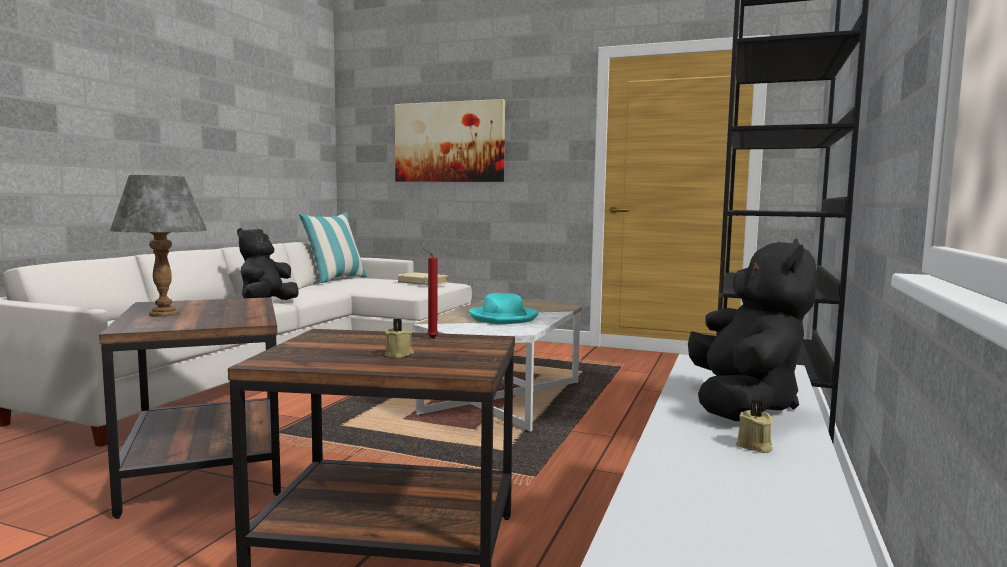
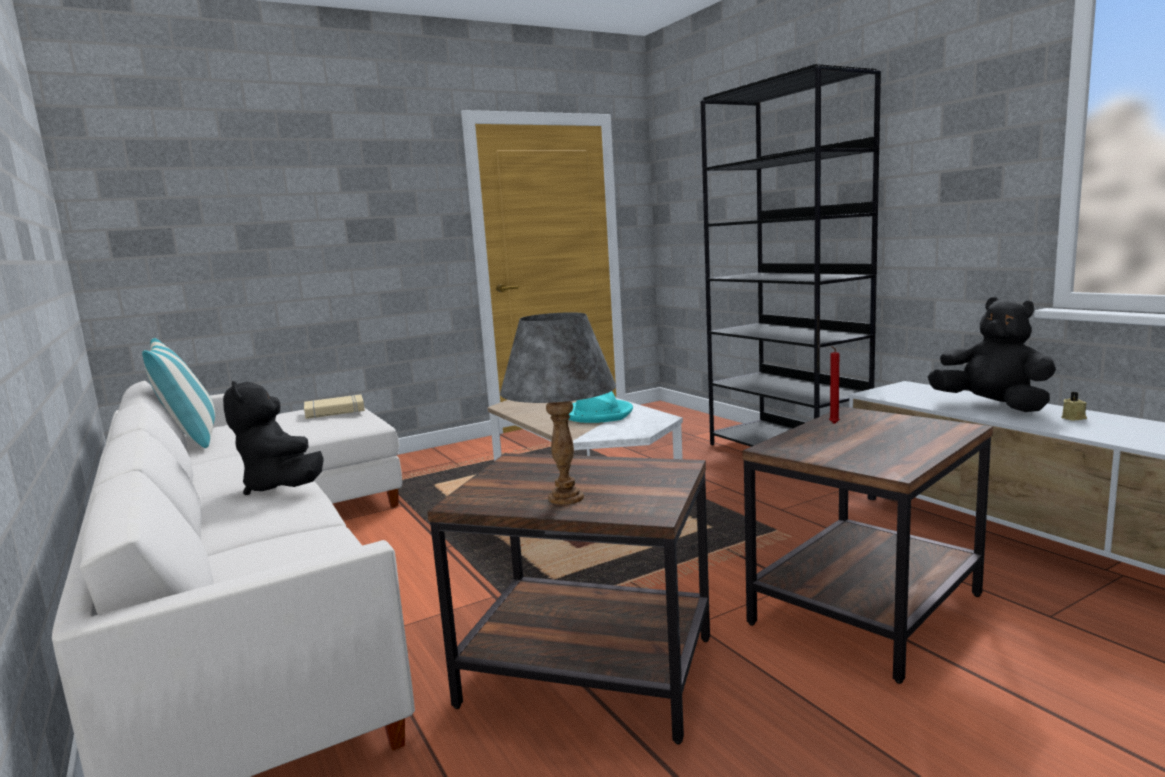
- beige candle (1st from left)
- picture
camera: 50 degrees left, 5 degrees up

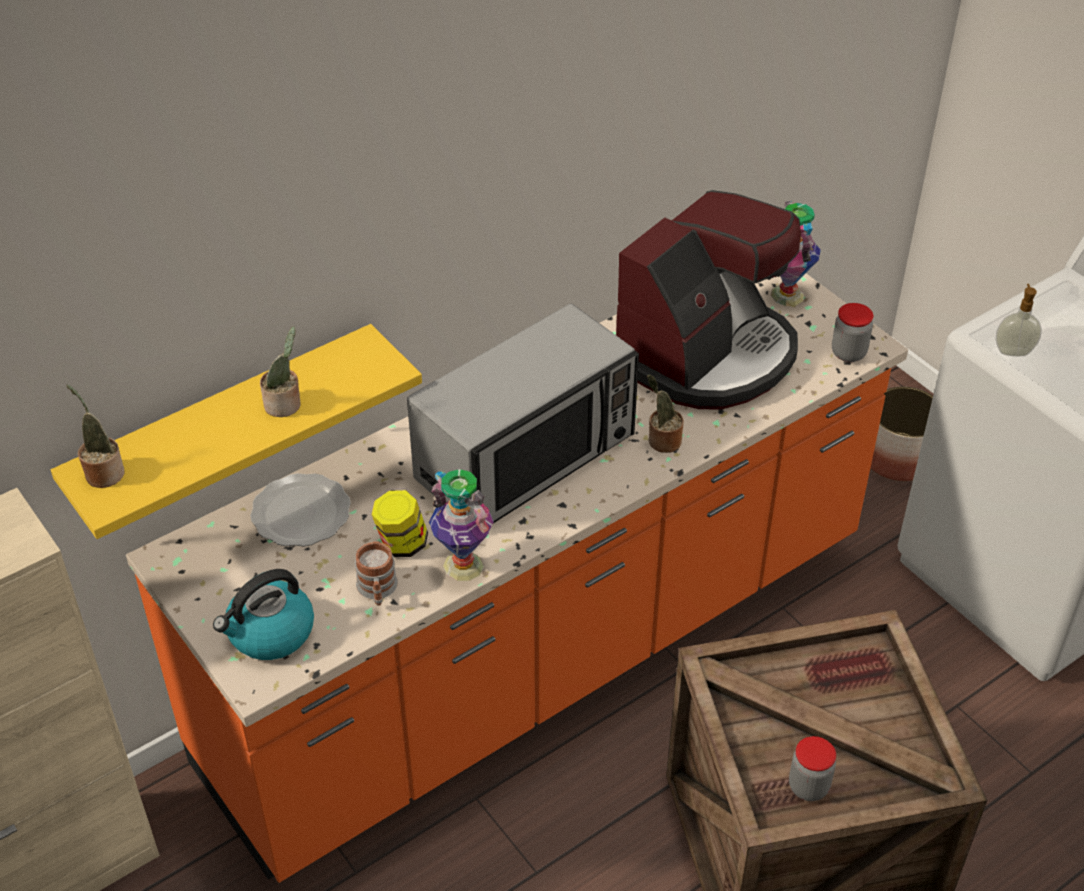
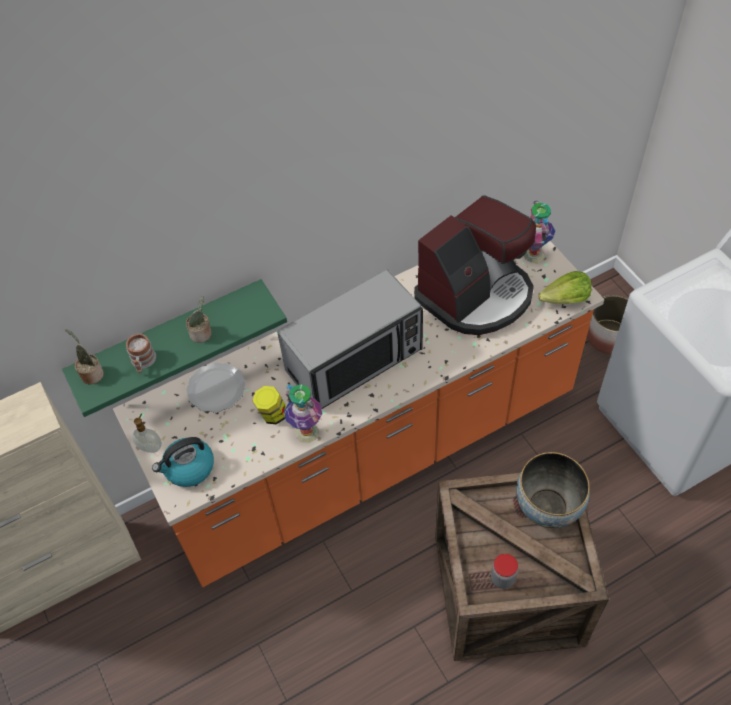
~ yellow-coloured shelf to green-coloured shelf
~ mug
- plant in a pot (3rd from left)
~ storage jar (3rd from left) to lettuce
~ soap dispenser
+ bowl
camera: 10 degrees right, 10 degrees up

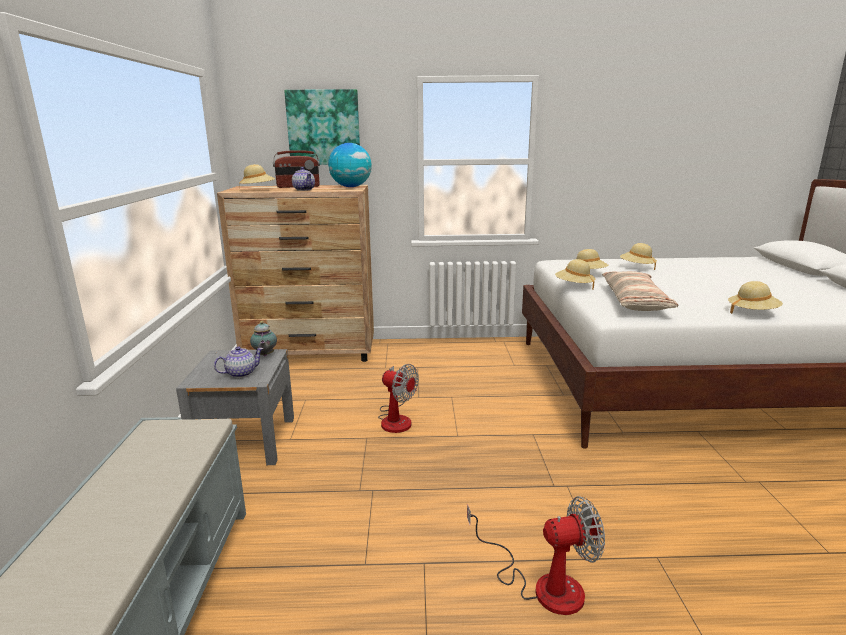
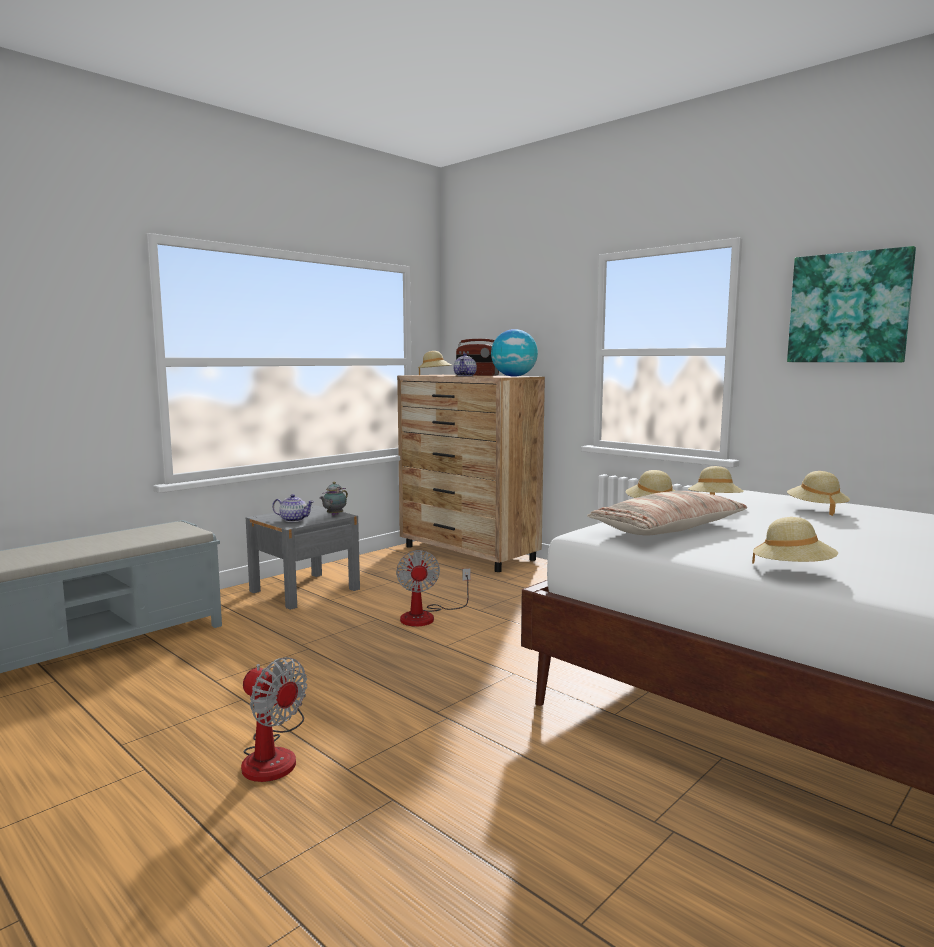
~ picture
camera: 45 degrees right, 10 degrees down

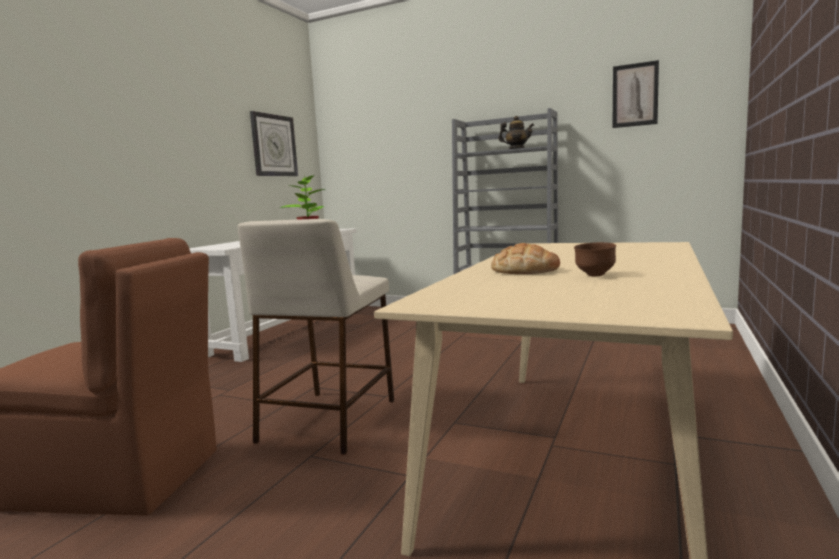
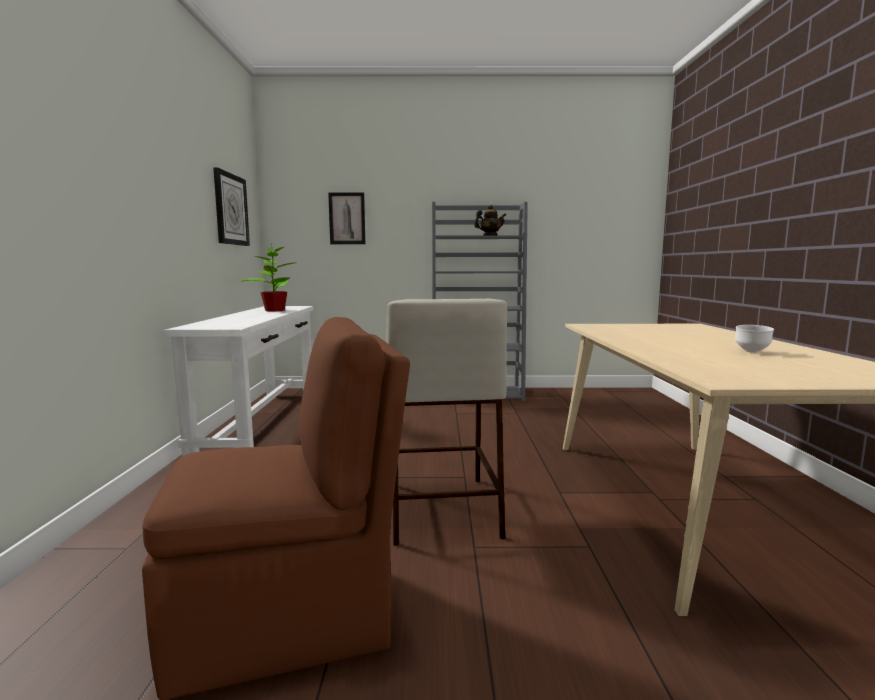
- bread
~ brown bowl to whitish bowl
~ picture
camera: 25 degrees left, 0 degrees up

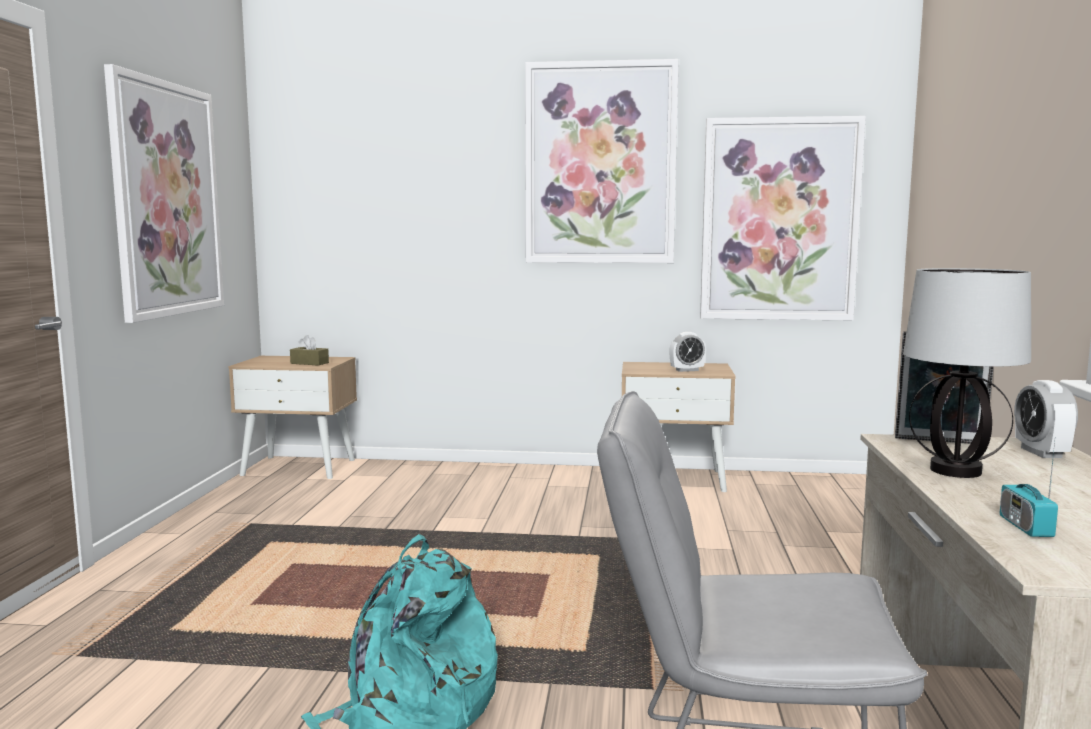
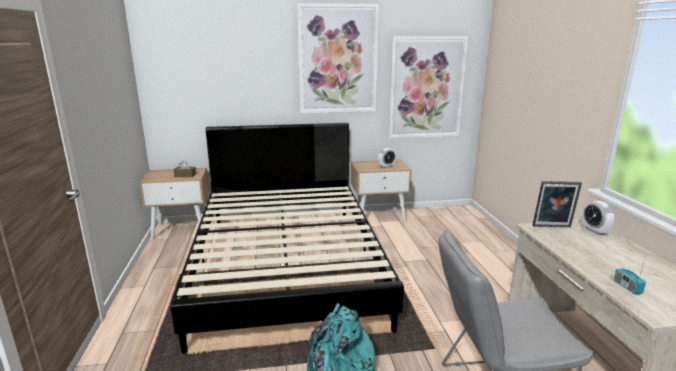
- picture (1st from left)
- lamp for a table
+ blackish sleeping bed
camera: 15 degrees left, 10 degrees up

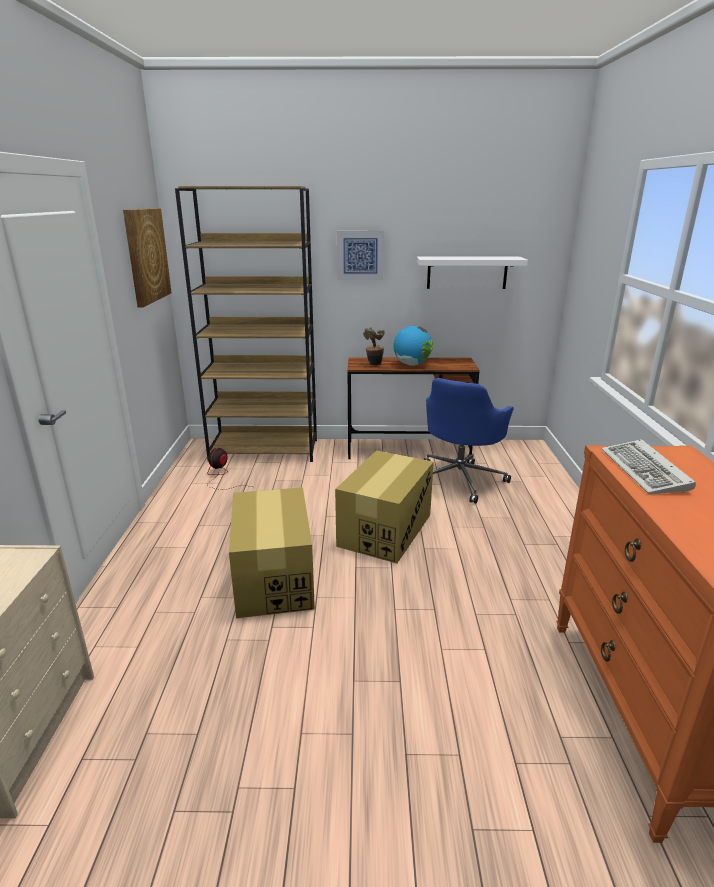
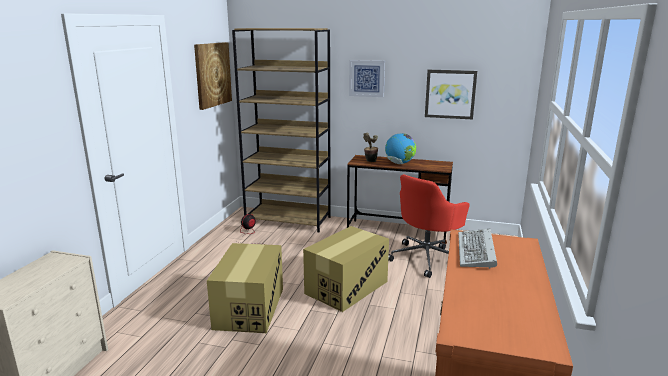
~ whitish shelf to picture (3rd from left)
~ blue-coloured desk chair to reddish desk chair
camera: 15 degrees right, 5 degrees down

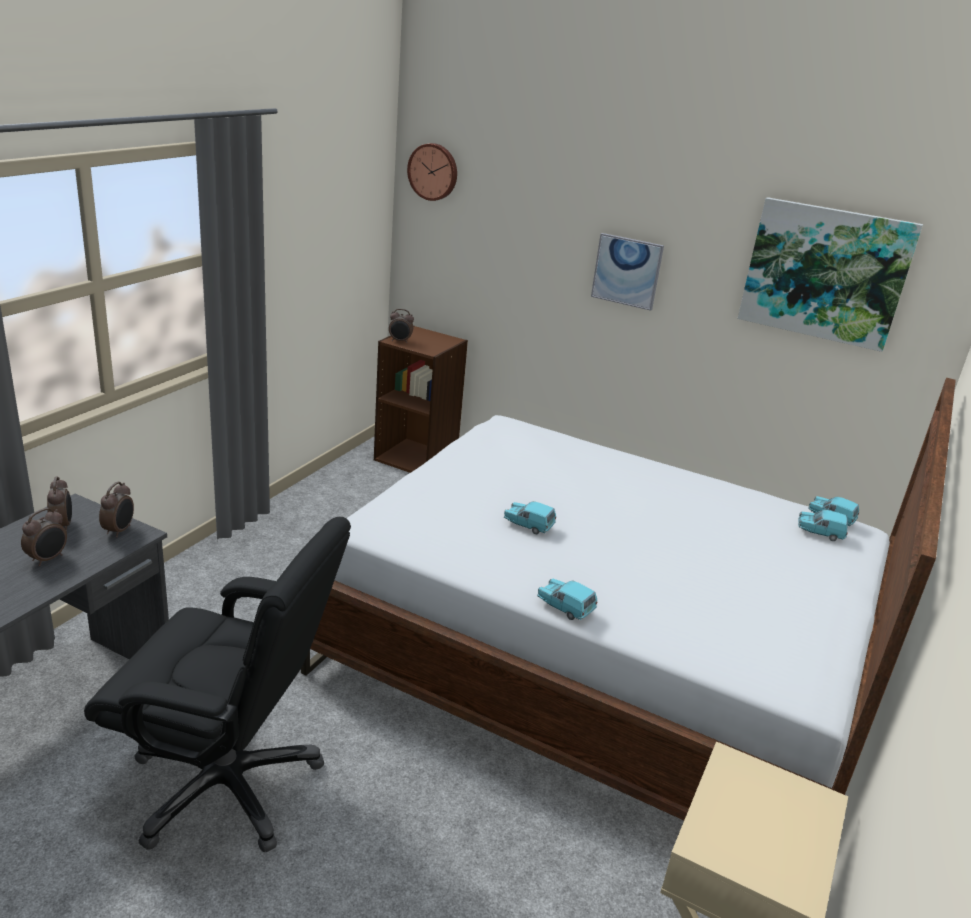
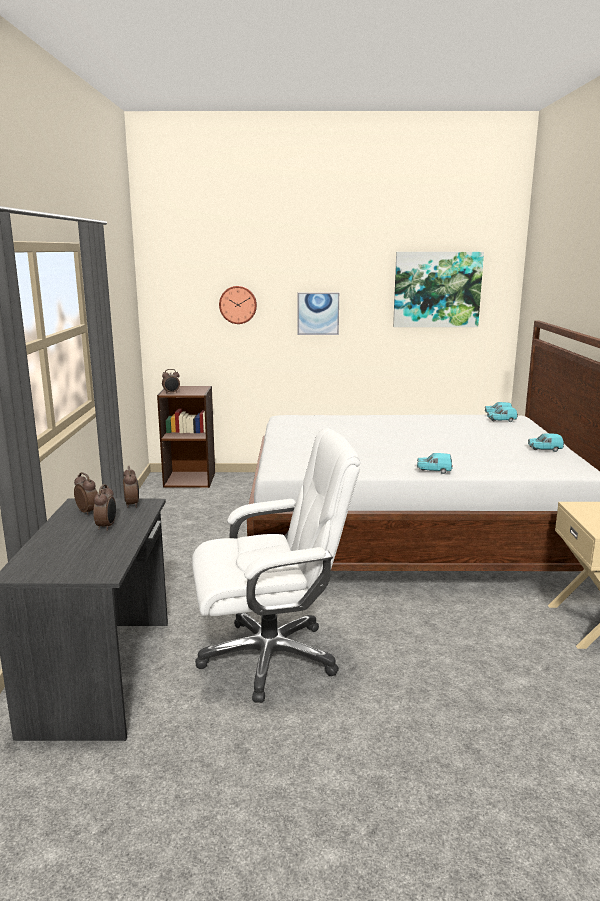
~ blackish desk chair to whitish desk chair
~ clock on the wall
~ blue-green toy car (1st from left in the first image) to blue-green toy car (4th from left)
camera: 25 degrees left, 10 degrees down

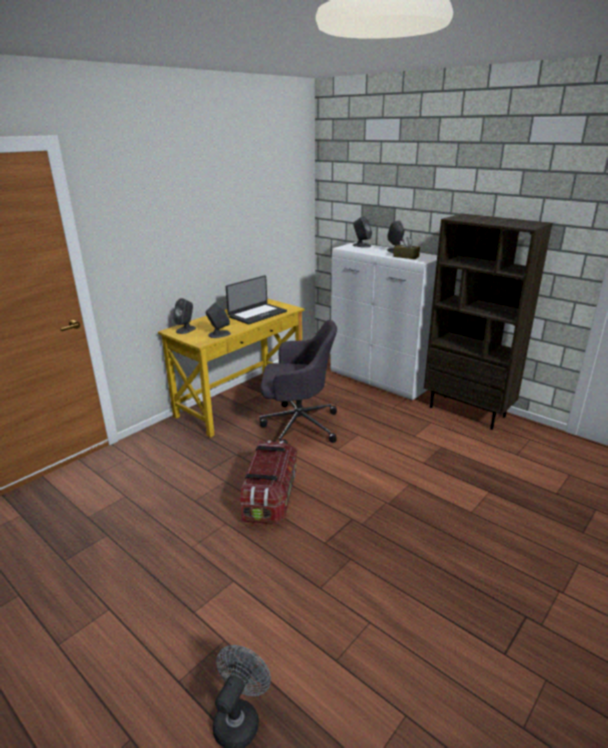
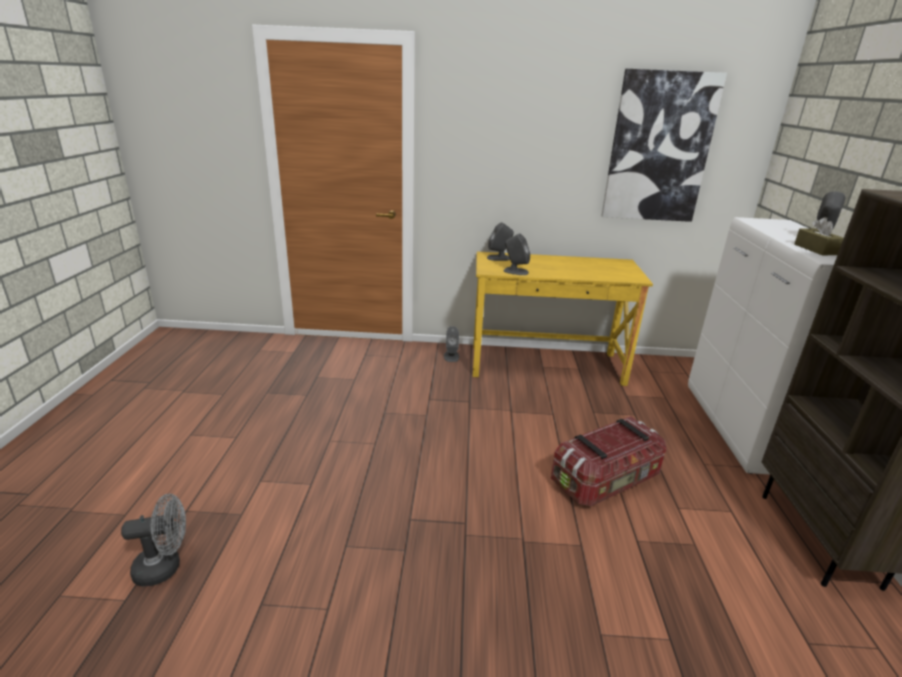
- portable computer
~ storage container
- grey desk chair
~ grey speaker (3rd from left in the first image) to grey speaker (1st from left)
+ picture
camera: 50 degrees right, 0 degrees up

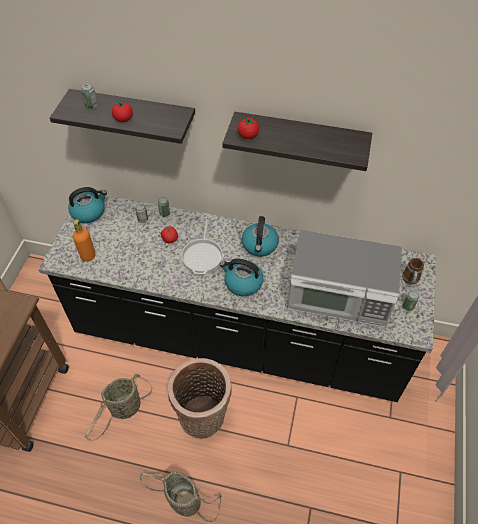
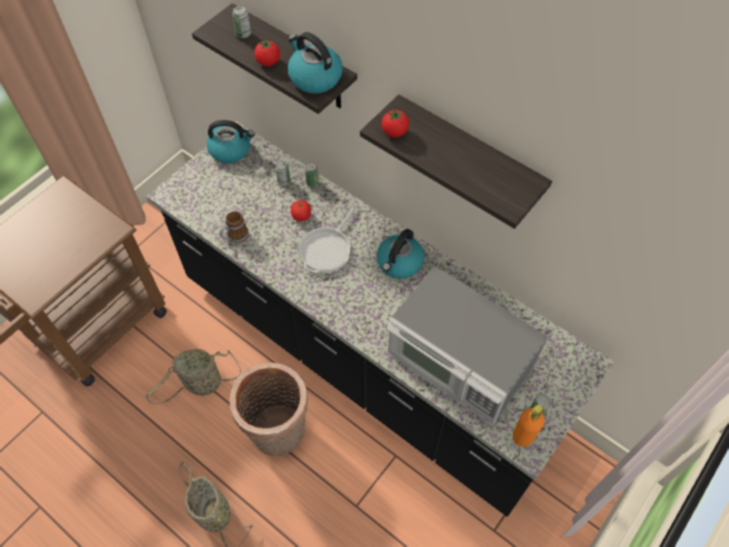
~ orange-coloured drink bottle
~ kettle (2nd from left)
~ mug
camera: 25 degrees right, 5 degrees up

